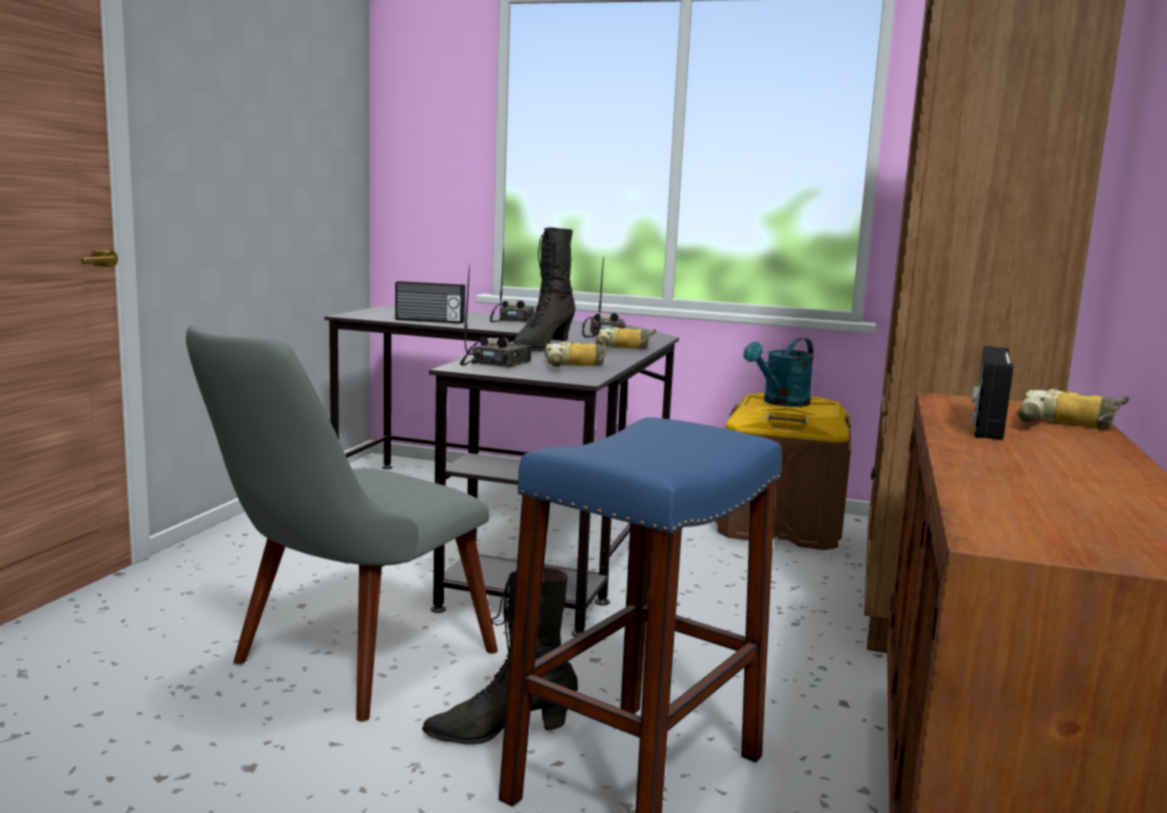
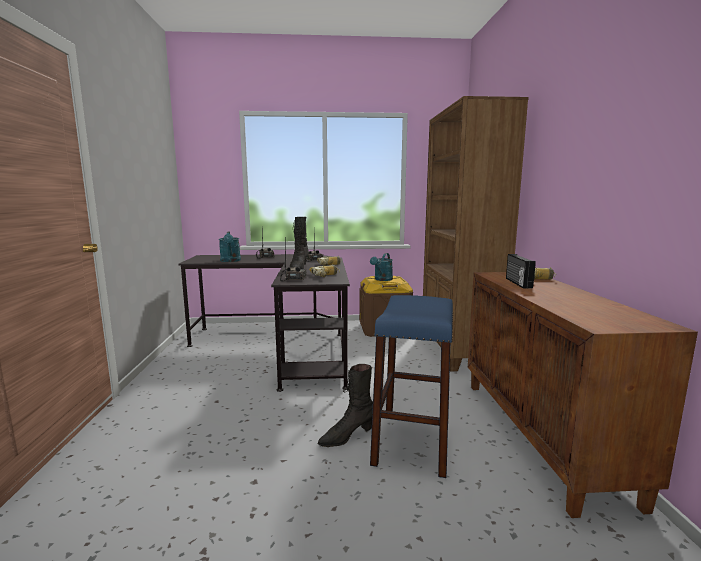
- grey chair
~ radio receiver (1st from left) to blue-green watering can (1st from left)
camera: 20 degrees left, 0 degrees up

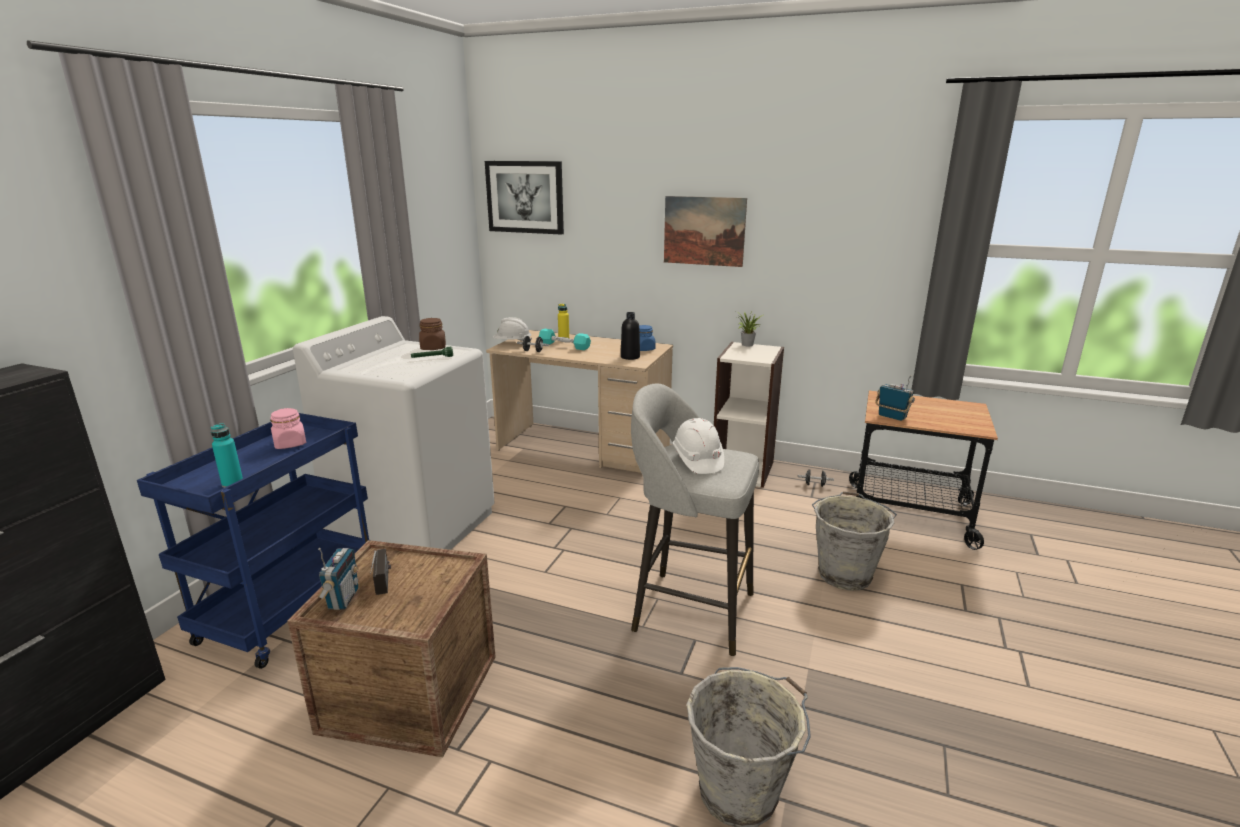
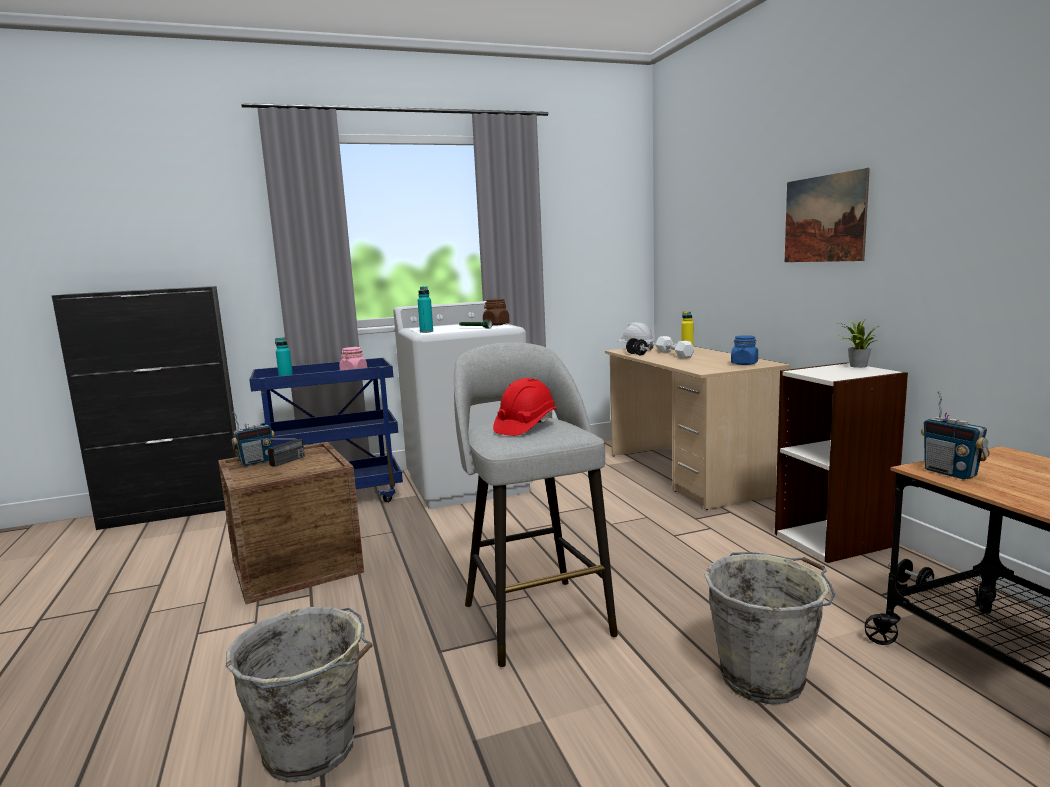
- picture (1st from left)
~ blue-green free weight to whitish free weight
- blackish drink bottle
~ whitish work helmet (2nd from left) to reddish work helmet
~ radio receiver (3rd from left) 150 degrees clockwise
+ blue-green drink bottle (2nd from left)
camera: 50 degrees right, 10 degrees down

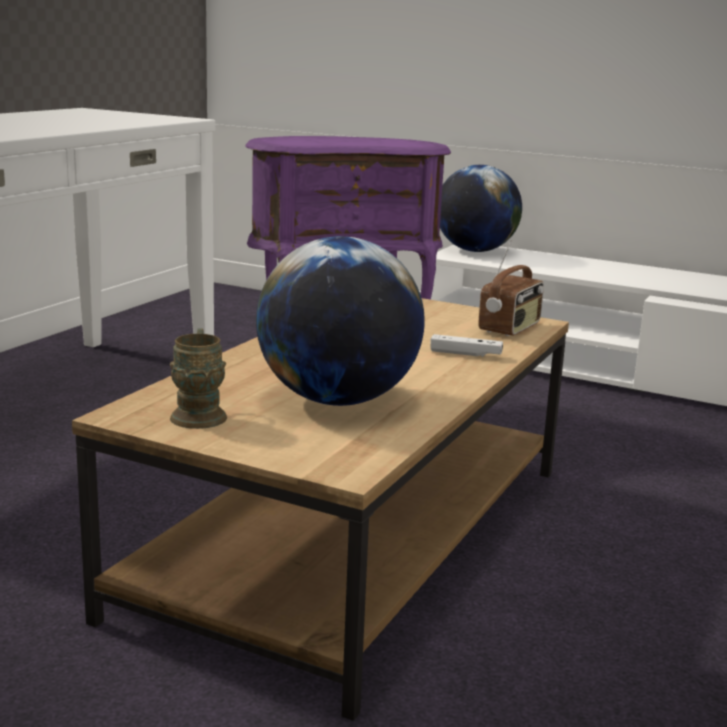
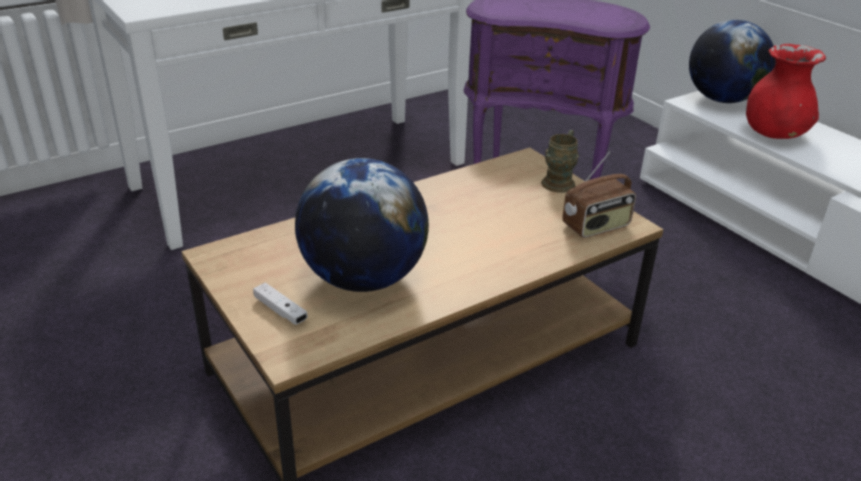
~ brown mug
~ whitish game controller
+ reddish flower vase
camera: 30 degrees right, 15 degrees up

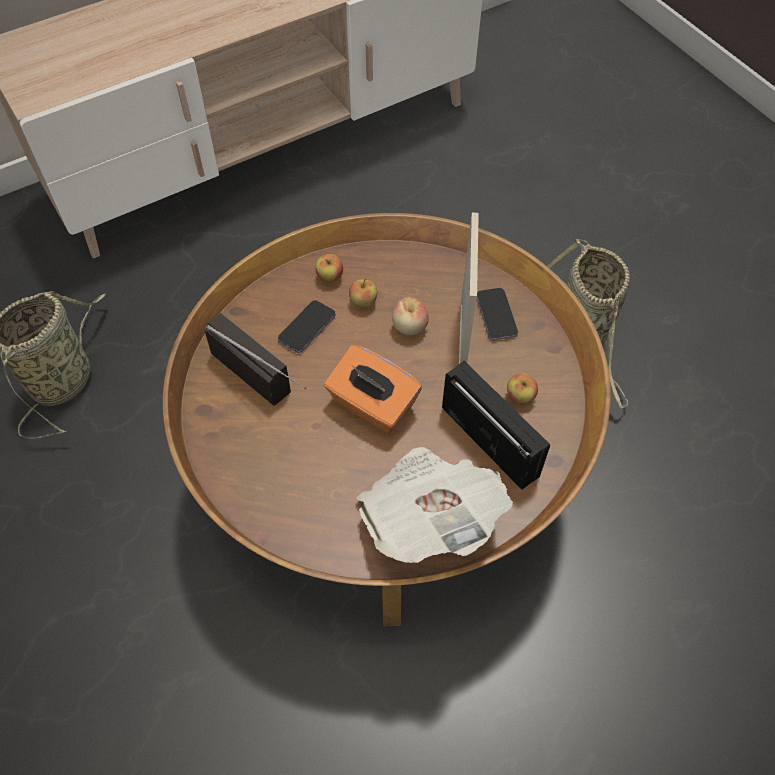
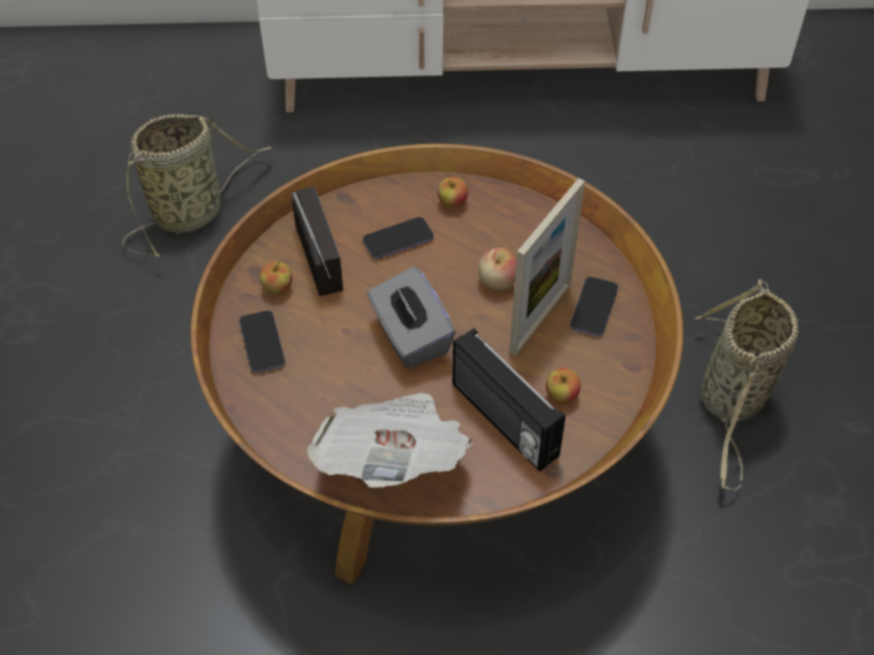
~ orange-coloured tissue box to grey tissue box
~ whole apple (2nd from left in the first image) to whole apple (1st from left)
~ radio receiver (2nd from left) 150 degrees clockwise
+ phone (1st from left)
camera: 30 degrees right, 5 degrees down

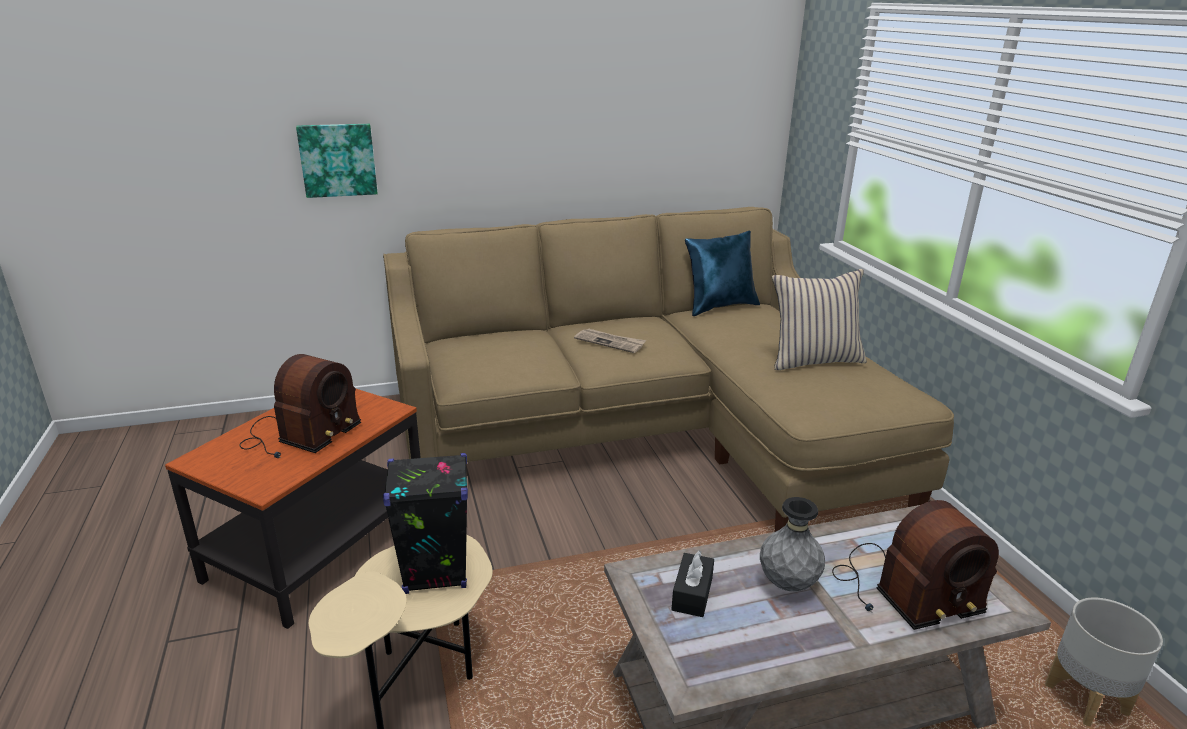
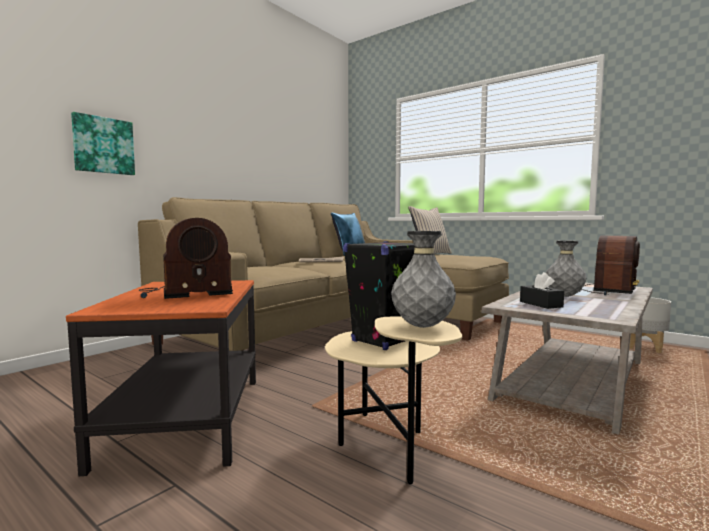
~ radio receiver (1st from left) 75 degrees clockwise
+ grey flower vase (1st from left)
camera: 35 degrees left, 20 degrees down

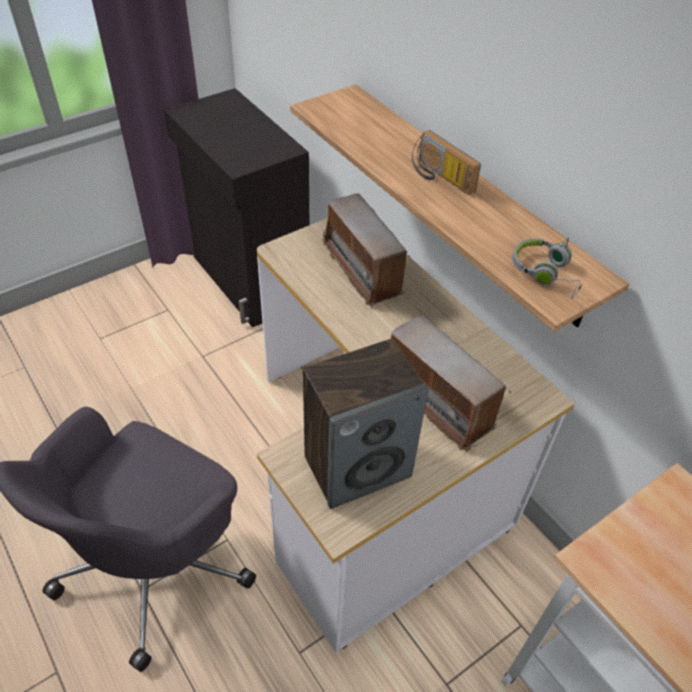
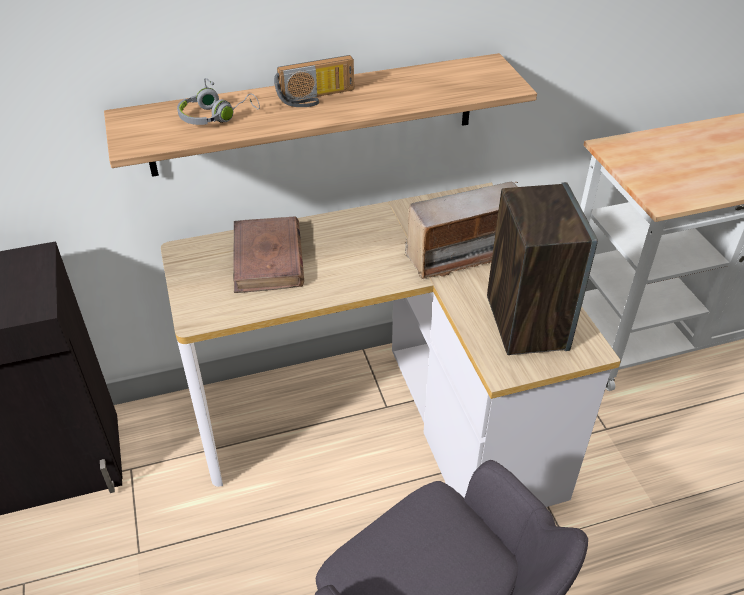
~ radio receiver (1st from left) to brown bound book
~ grey headset
camera: 70 degrees left, 5 degrees down

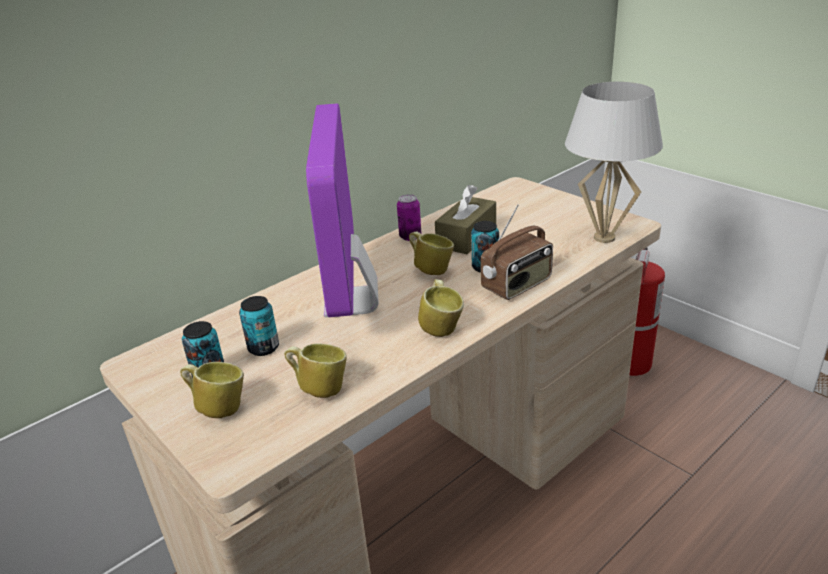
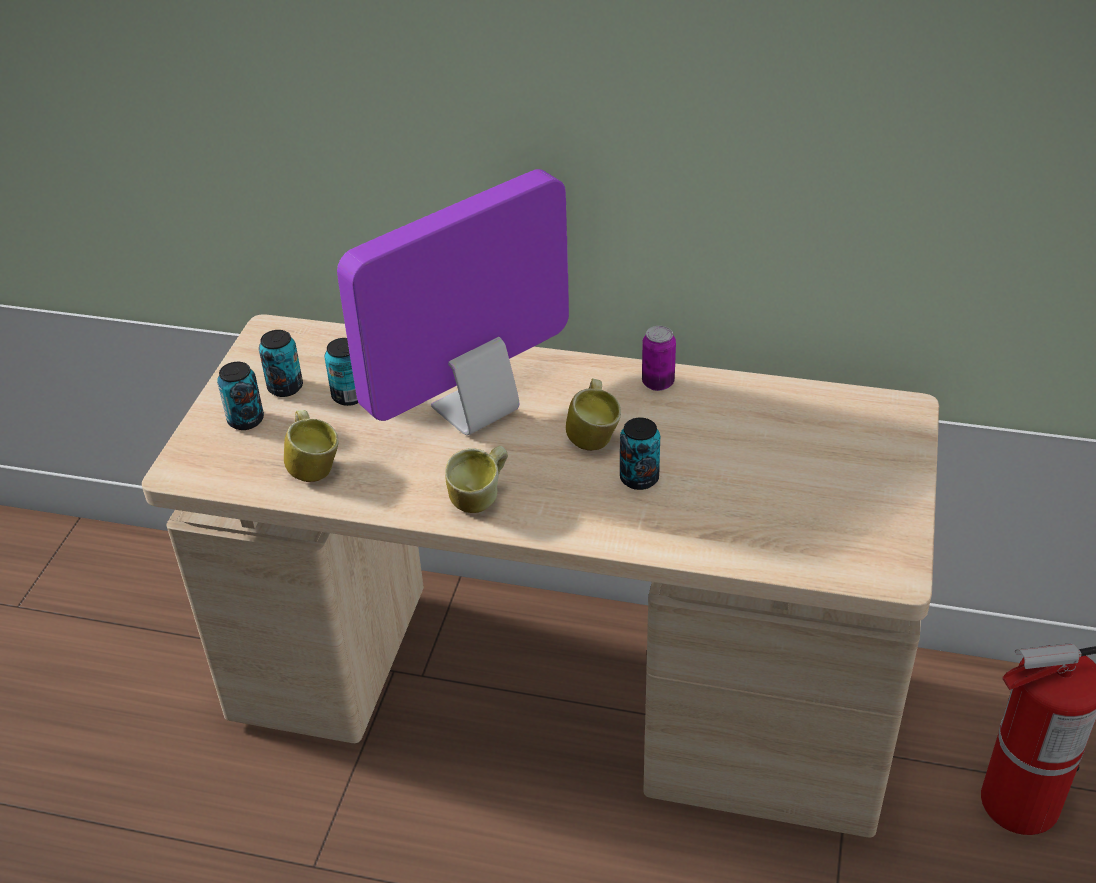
~ mug (1st from left) to metal can (1st from left)
- brown tissue box
- radio receiver
- whitish lamp for a table
camera: 55 degrees right, 10 degrees up

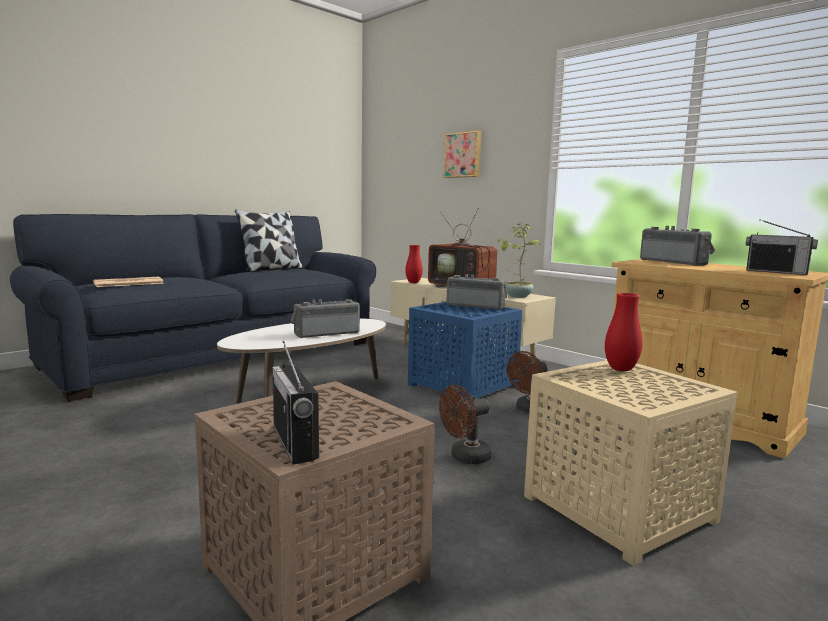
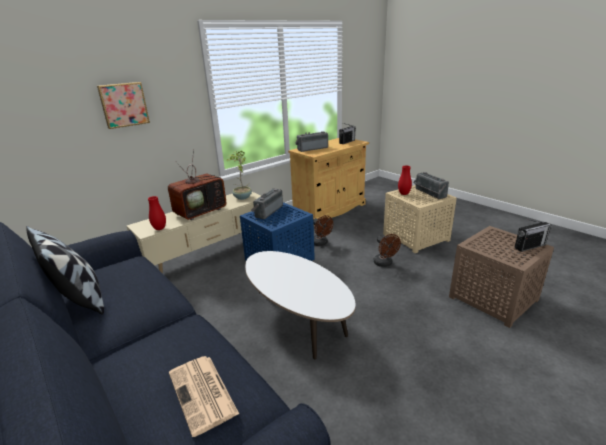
~ radio receiver (2nd from left in the first image) to radio receiver (4th from left)
camera: 85 degrees left, 15 degrees up

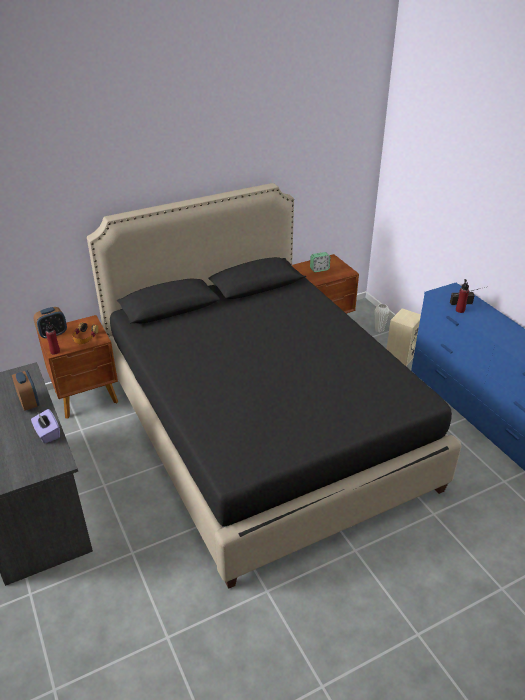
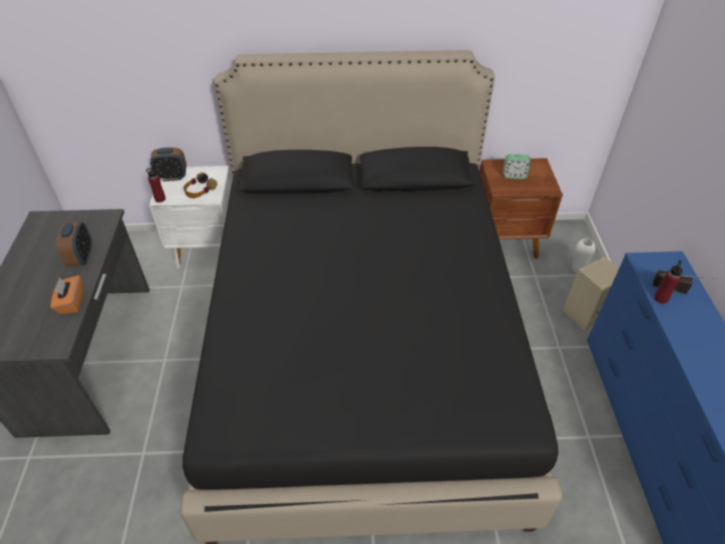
~ purple tissue box to orange-coloured tissue box
~ brown bedside table (1st from left) to whitish bedside table
camera: 25 degrees right, 10 degrees up

